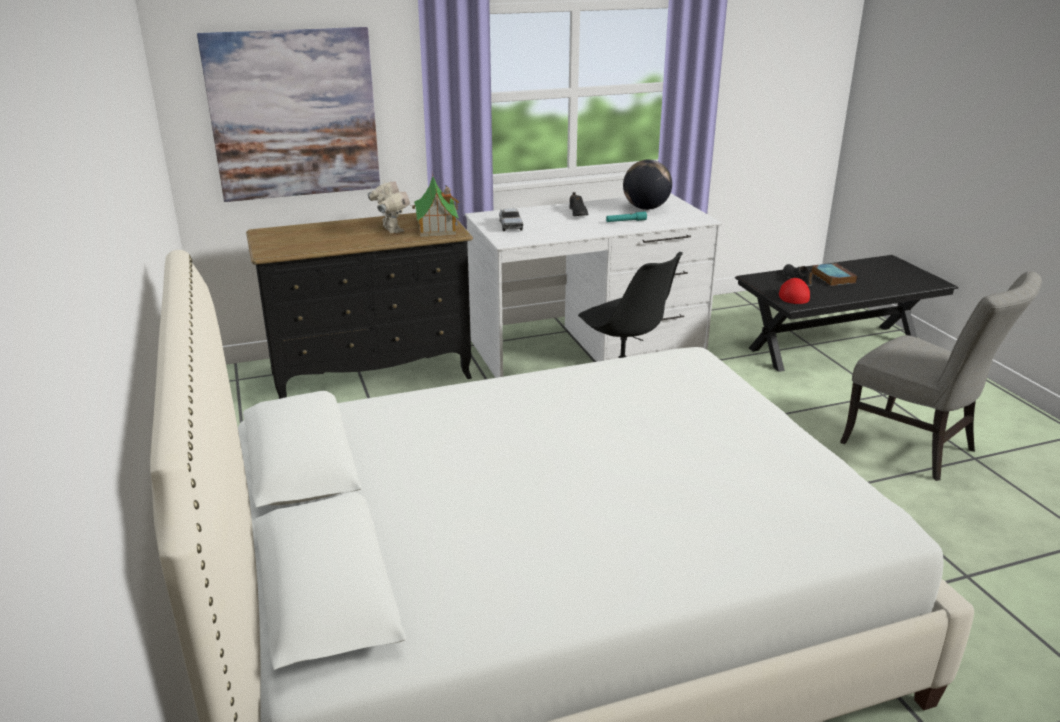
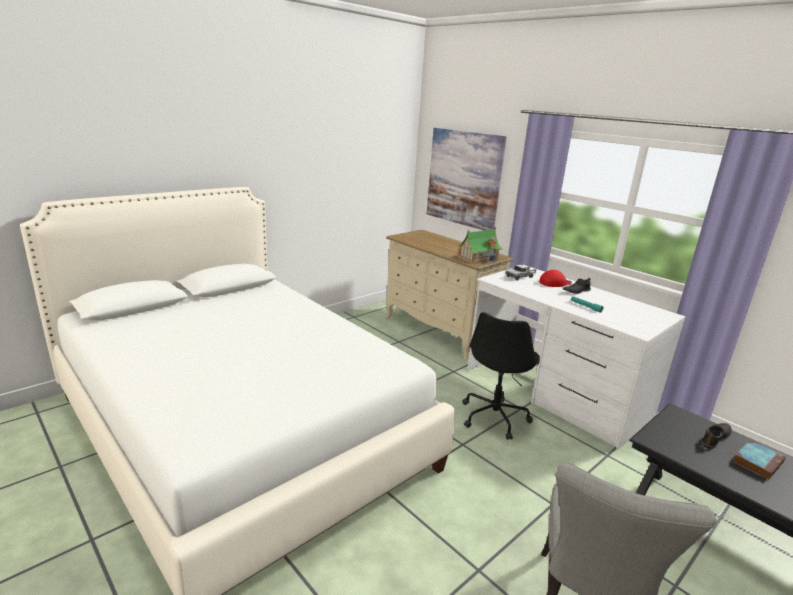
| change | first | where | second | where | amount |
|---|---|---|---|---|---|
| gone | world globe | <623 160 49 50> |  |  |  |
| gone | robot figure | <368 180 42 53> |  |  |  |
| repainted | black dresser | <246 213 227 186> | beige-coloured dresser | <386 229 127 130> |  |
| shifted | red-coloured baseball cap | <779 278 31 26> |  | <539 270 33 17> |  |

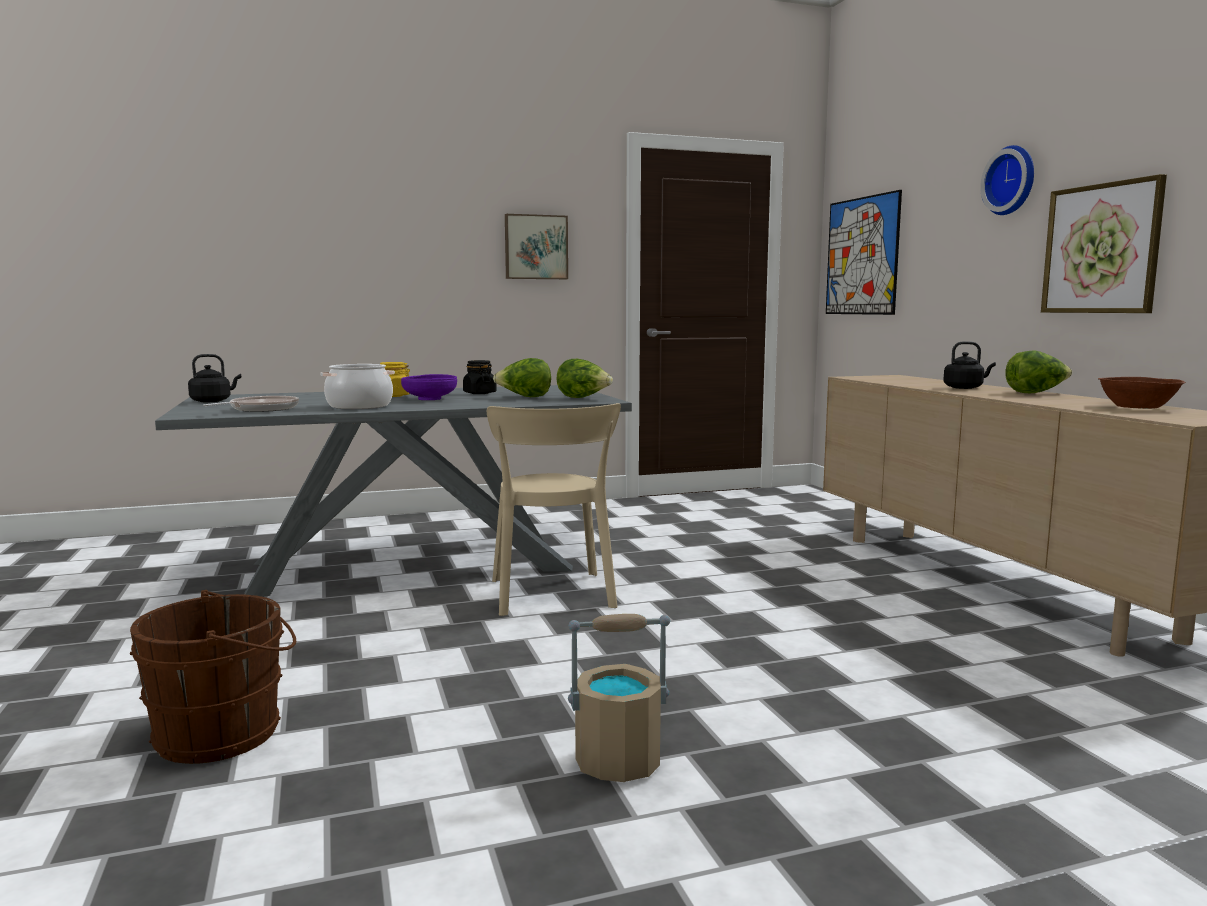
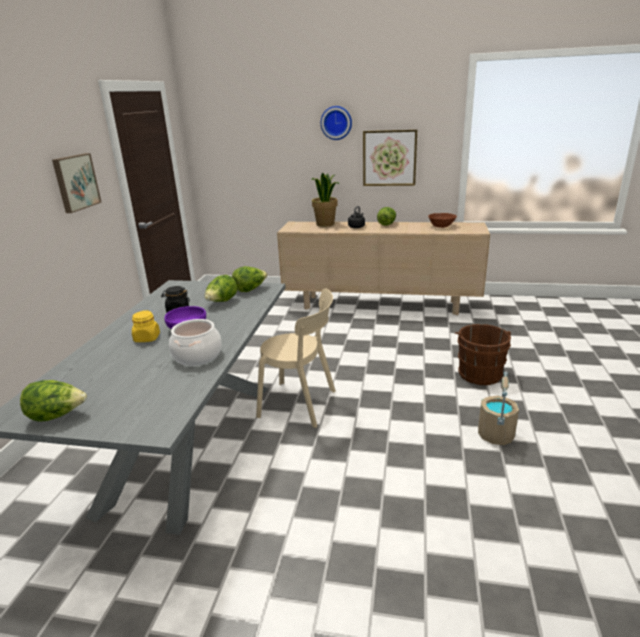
| change | first | where | second | where | amount |
|---|---|---|---|---|---|
| gone | wall picture | <826 190 76 125> |  |  |  |
| swapped | black kettle | <188 354 53 48> | head of lettuce | <20 380 67 42> |  |
| gone | skillet | <203 396 96 16> |  |  |  |
| shifted | brownish pail | <130 590 166 174> |  | <454 324 57 61> |  |
| new |  |  | plant in a pot | <311 172 28 55> |  |

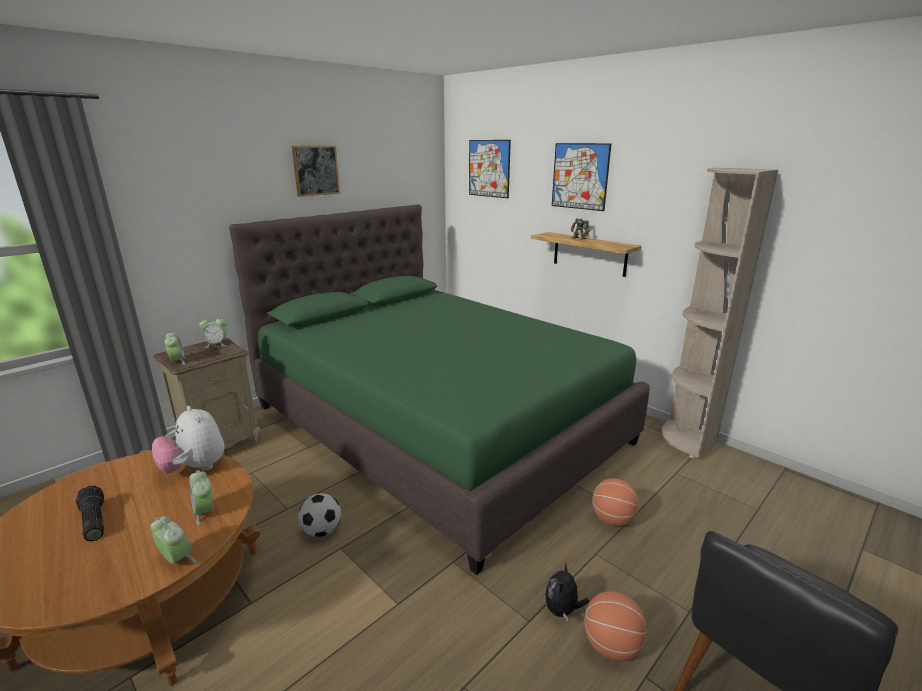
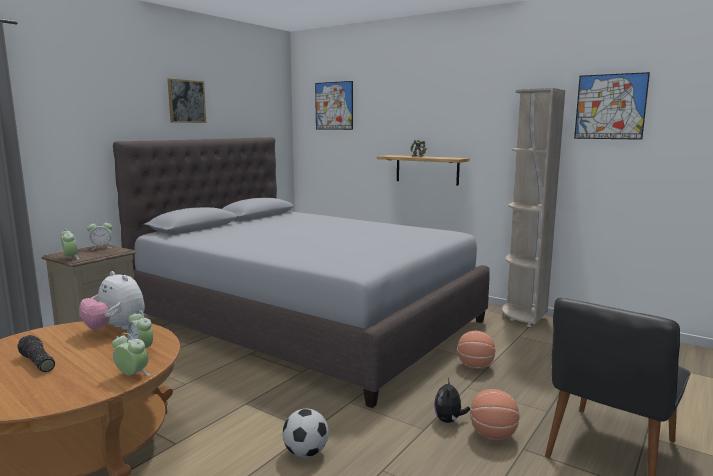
| change | first | where | second | where | amount |
|---|---|---|---|---|---|
| shifted | wall picture | <552 143 60 68> |  | <574 72 76 68> |  |
| repainted | green-coloured bedroom bed | <229 204 421 371> | grey bedroom bed | <113 137 377 271> |  |
| shifted | football ball | <298 493 43 44> |  | <282 409 47 49> |  |

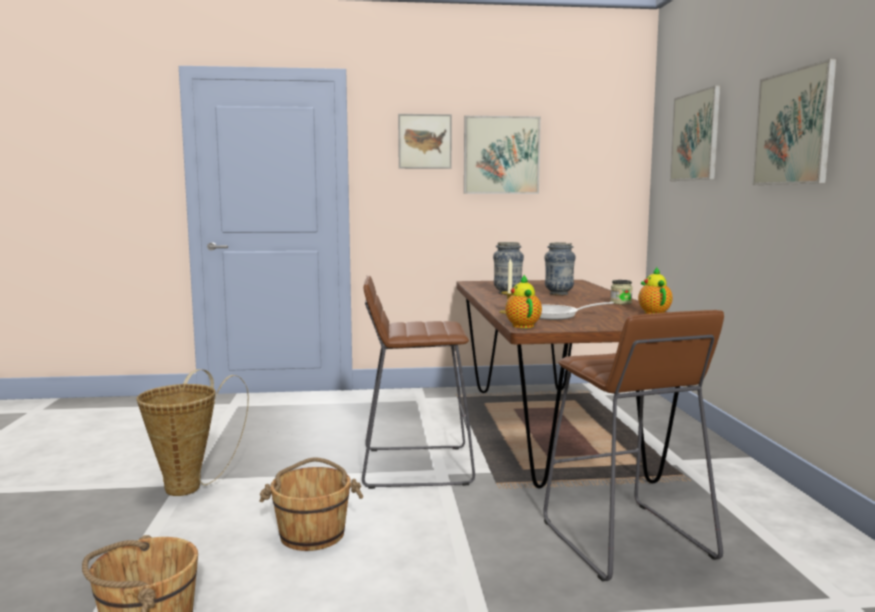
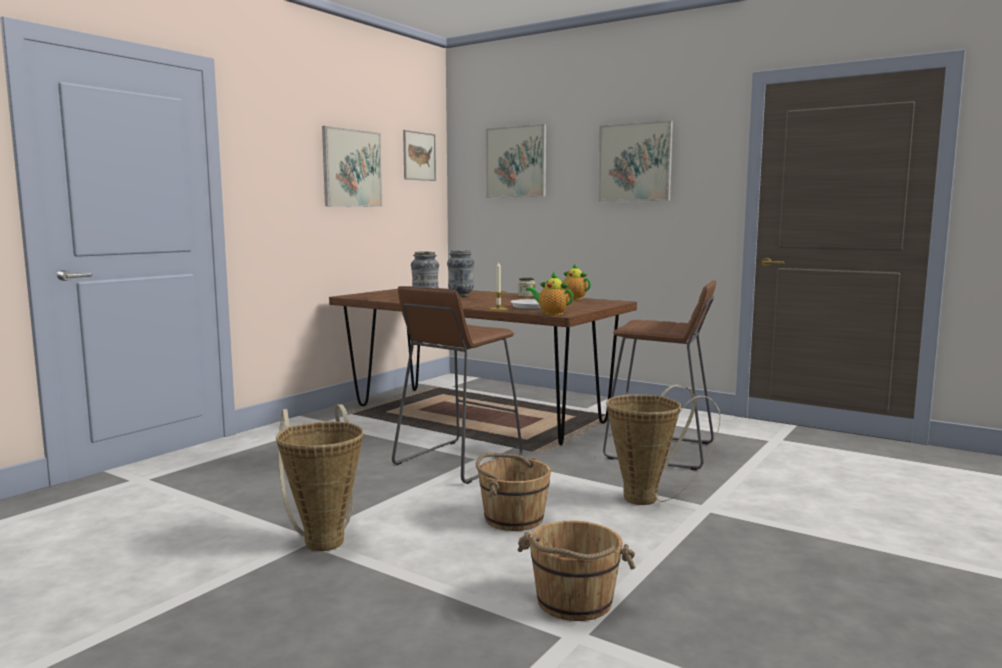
| change | first | where | second | where | amount |
|---|---|---|---|---|---|
| shifted | wall picture | <398 114 54 55> |  | <403 130 33 51> |  |
| new |  |  | basket | <606 384 115 121> |  |

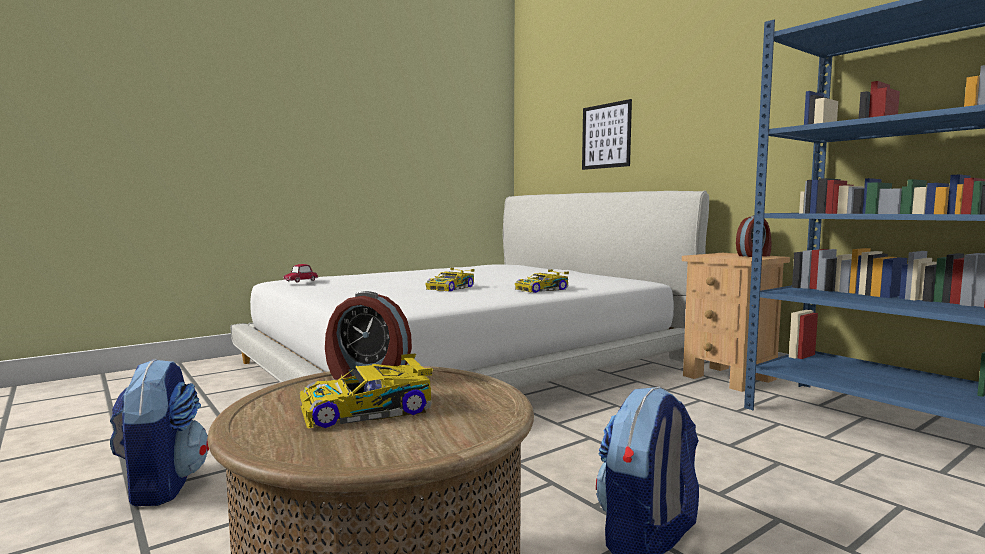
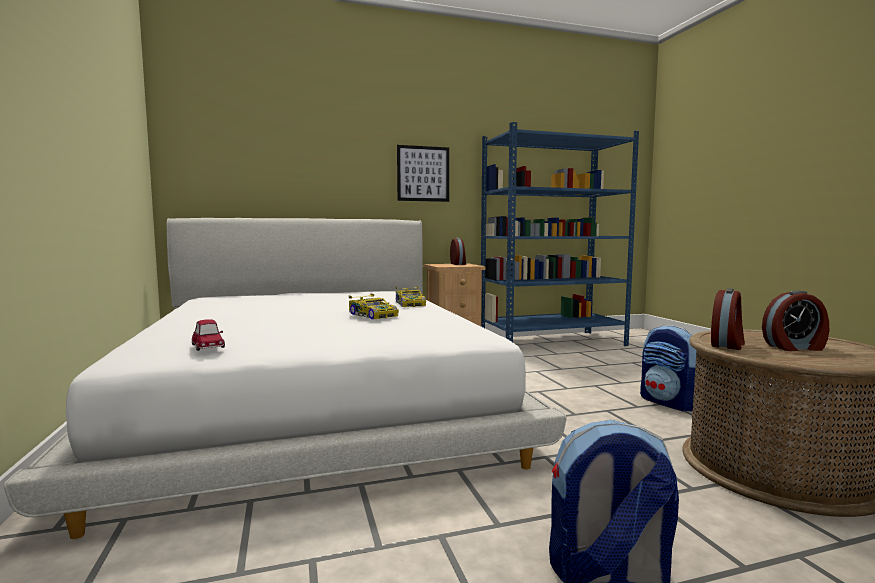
| change | first | where | second | where | amount |
|---|---|---|---|---|---|
| shifted | wall picture | <582 99 50 71> |  | <397 145 52 57> |  |
| swapped | model car | <300 354 133 75> | bedside clock | <762 290 68 61> |  |

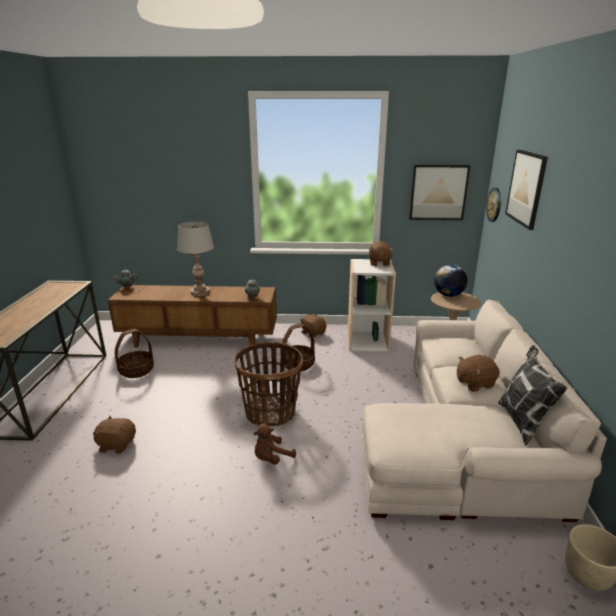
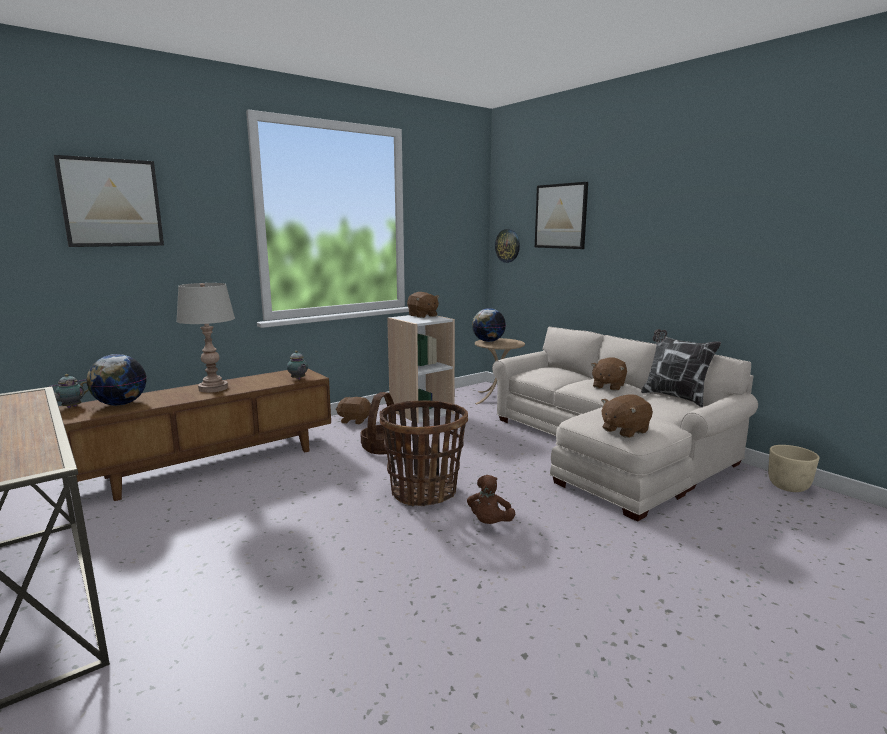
| change | first | where | second | where | amount |
|---|---|---|---|---|---|
| shifted | wall picture | <409 165 62 55> |  | <54 155 110 92> |  |
| gone | basket | <115 329 39 49> |  |  |  |
| shifted | brownish cuddly toy | <93 416 43 38> |  | <601 394 52 44> |  |
| new |  |  | world globe | <87 354 60 52> |  |

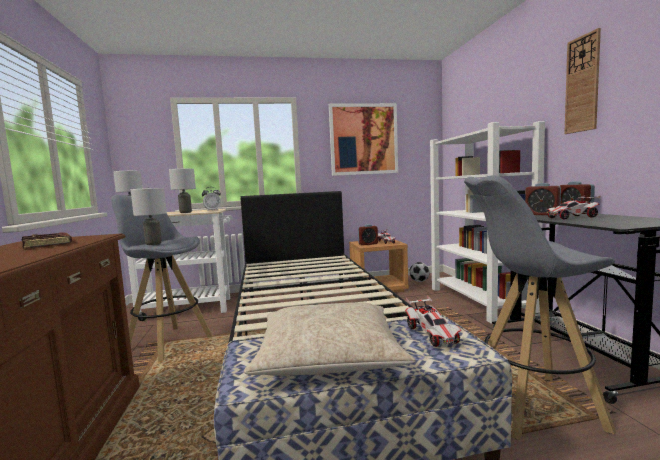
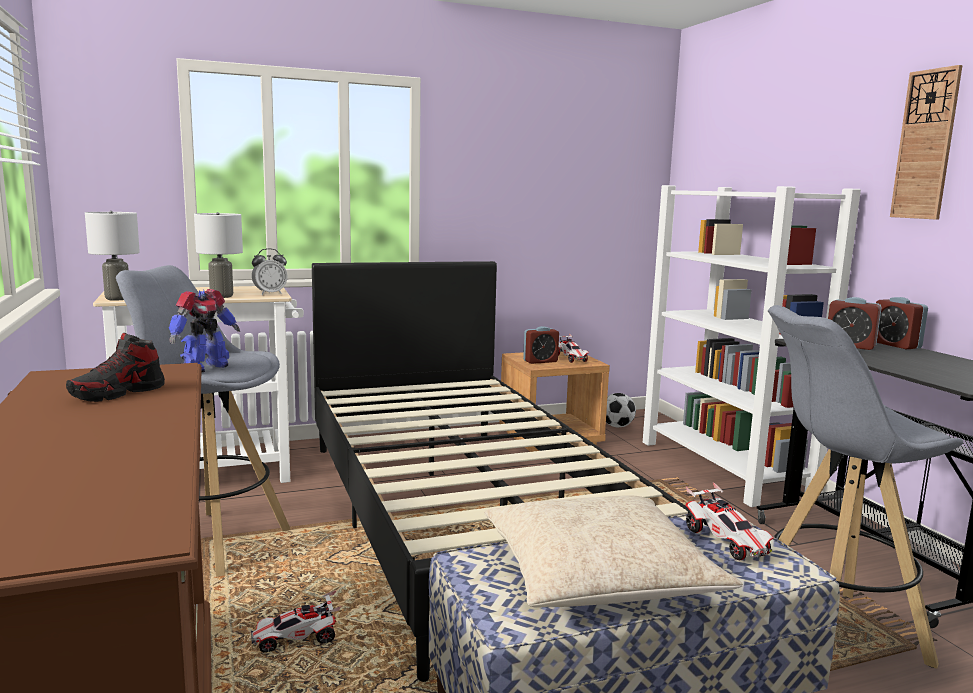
| change | first | where | second | where | amount |
|---|---|---|---|---|---|
| gone | wall picture | <329 103 69 73> |  |  |  |
| swapped | whitish table lamp | <131 187 36 58> | robot figure | <169 289 71 84> |  |
| shifted | model car | <547 195 53 25> |  | <251 591 90 61> |  |
| swapped | brownish volume | <22 232 50 16> | shoe | <66 333 99 69> |  |

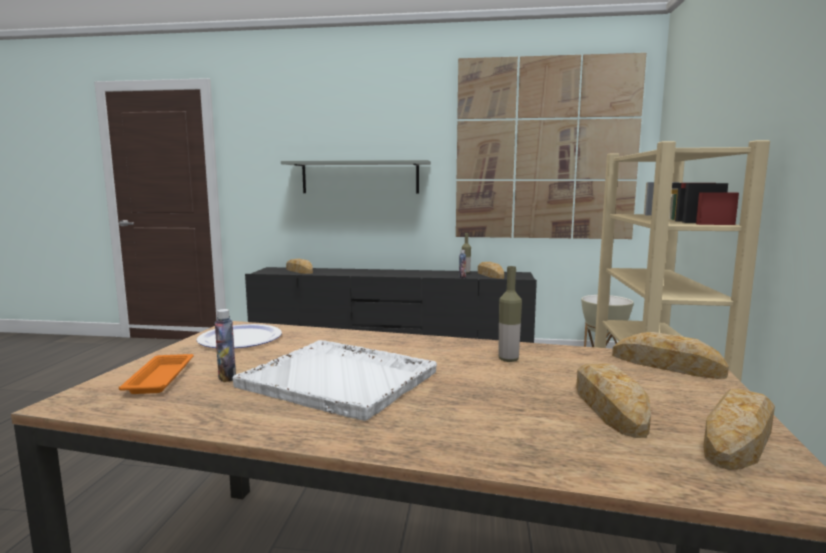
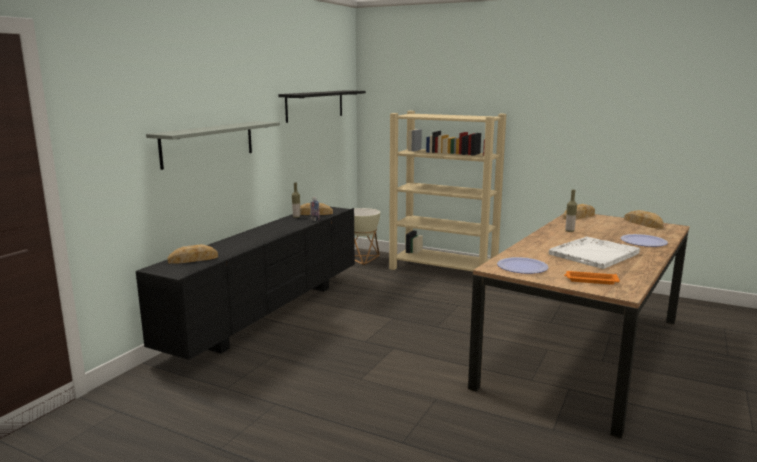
| change | first | where | second | where | amount |
|---|---|---|---|---|---|
| swapped | wall picture | <456 53 190 186> | black wall shelf | <278 90 88 33> |  |
| gone | beverage bottle | <215 309 21 73> |  |  |  |
| gone | bakery bread | <576 363 75 75> |  |  |  |
| new |  |  | dinner plate | <620 234 48 13> |  |

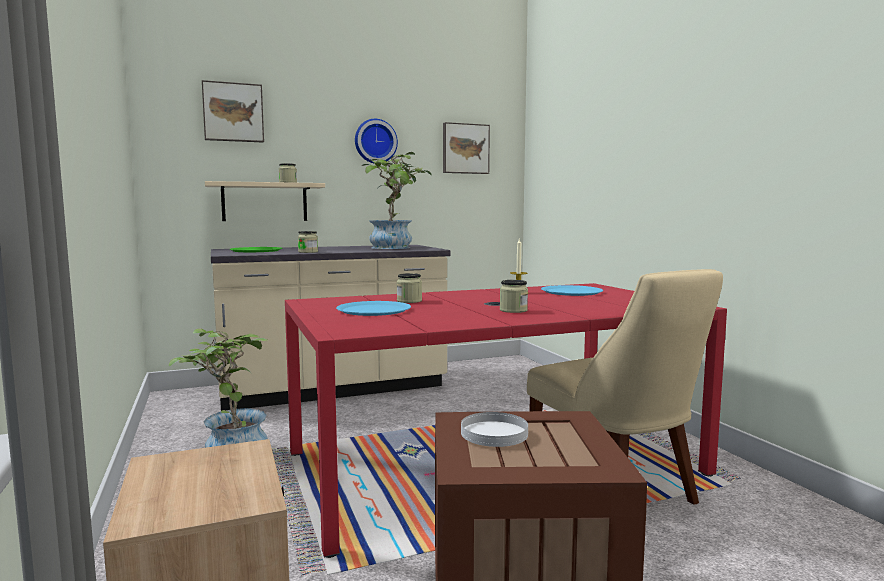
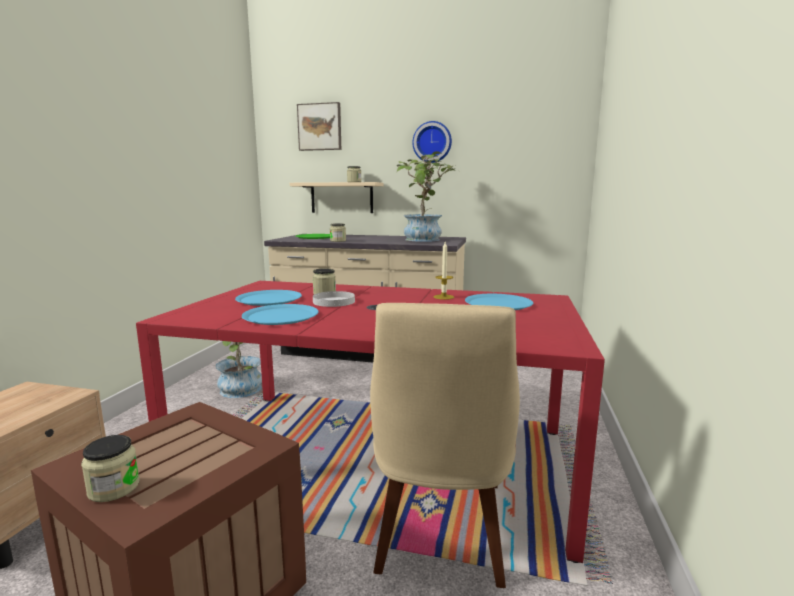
| change | first | where | second | where | amount |
|---|---|---|---|---|---|
| gone | wall picture | <443 122 47 52> |  |  |  |
| shifted | storage jar | <500 280 28 33> |  | <81 435 59 67> |  |
| shifted | whitish dinner plate | <461 412 67 35> |  | <313 291 42 16> |  |
| new |  |  | blue-coloured dinner plate | <242 304 77 21> |  |

